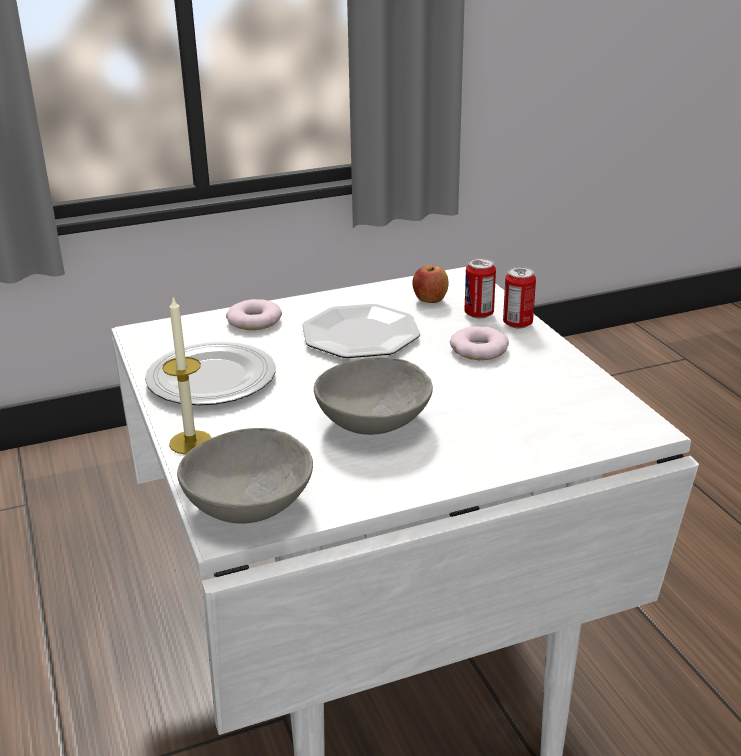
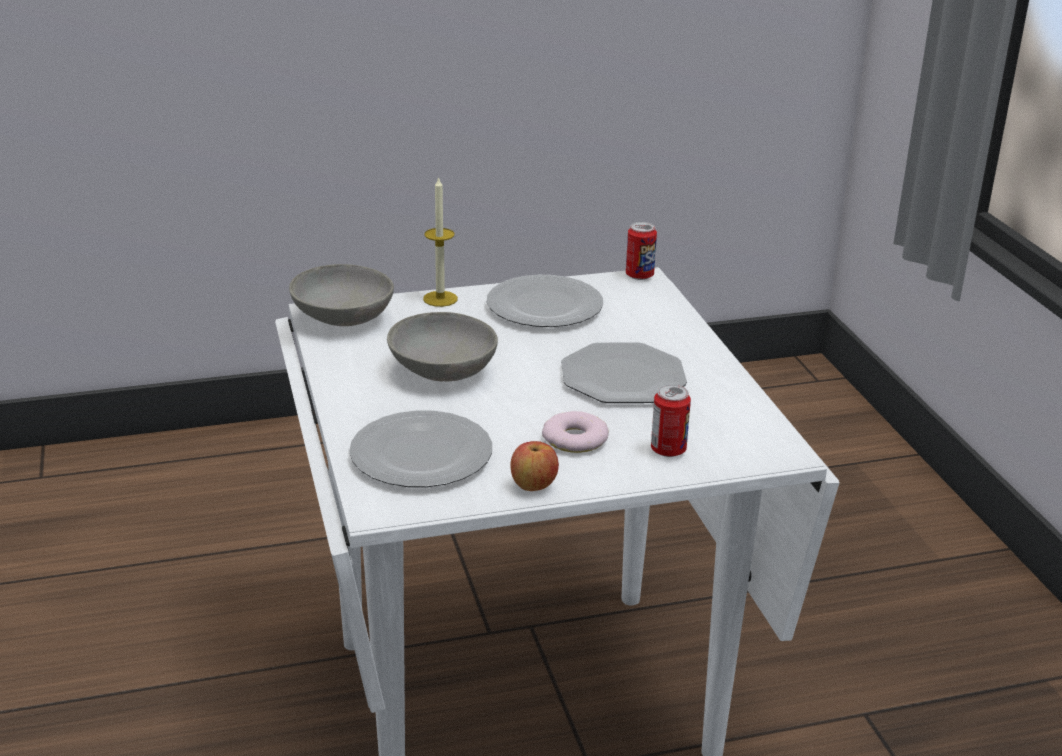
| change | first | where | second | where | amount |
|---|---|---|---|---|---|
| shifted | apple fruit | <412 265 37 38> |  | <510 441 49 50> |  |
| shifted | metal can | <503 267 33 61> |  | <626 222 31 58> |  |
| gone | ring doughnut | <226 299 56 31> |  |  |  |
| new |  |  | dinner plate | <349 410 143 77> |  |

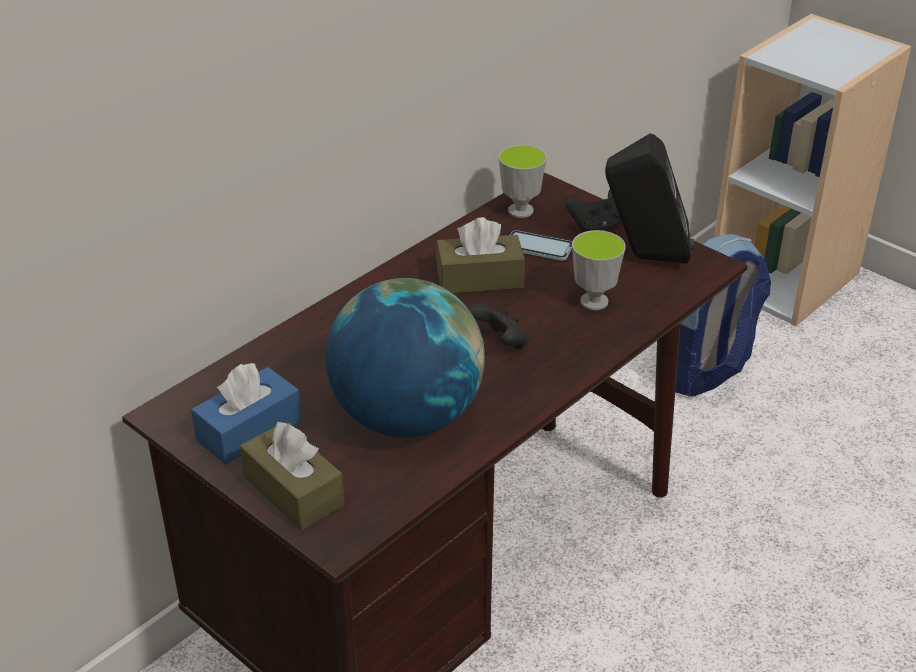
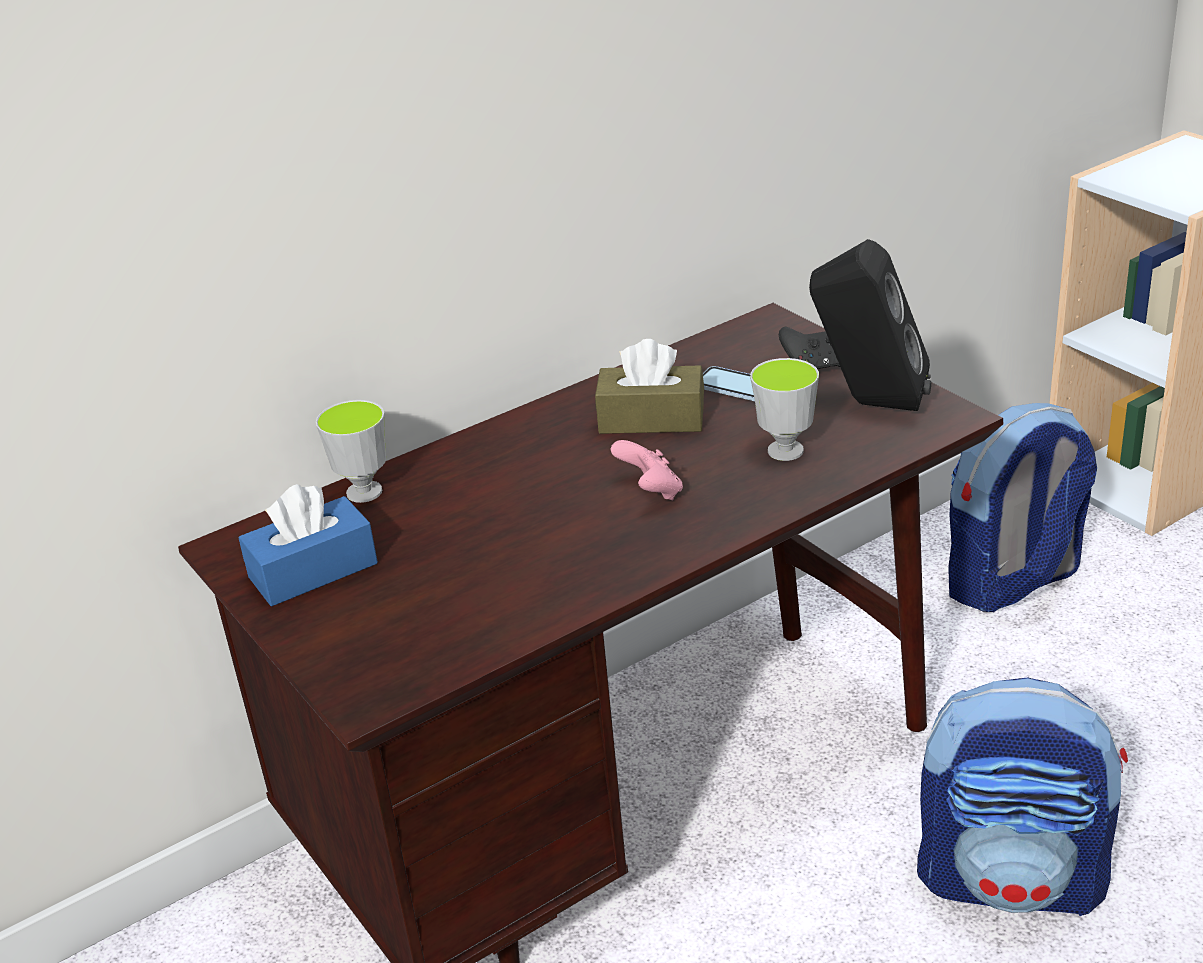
| change | first | where | second | where | amount |
|---|---|---|---|---|---|
| shifted | small cup | <499 145 48 73> |  | <316 400 70 103> |  |
| gone | world globe | <325 278 160 159> |  |  |  |
| repainted | black joypad | <469 303 60 47> | pink joypad | <611 440 72 60> |  |
| gone | brownish tissue holder | <240 422 105 108> |  |  |  |
| new |  |  | rucksack | <917 677 211 239> |  |

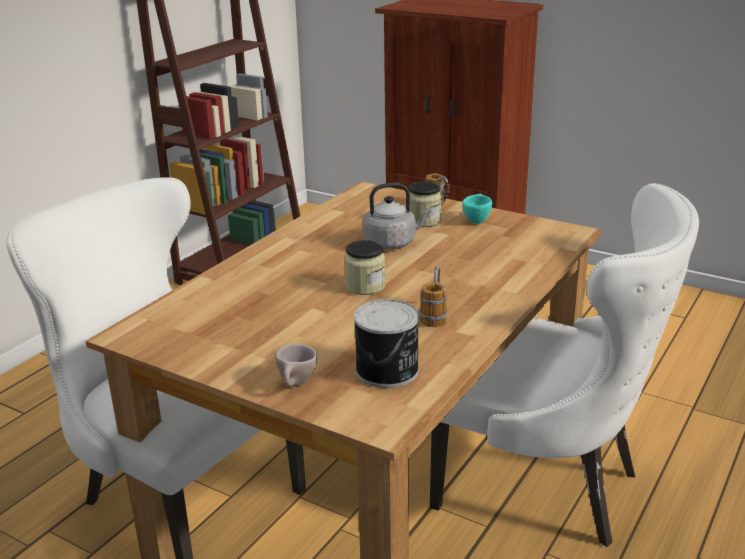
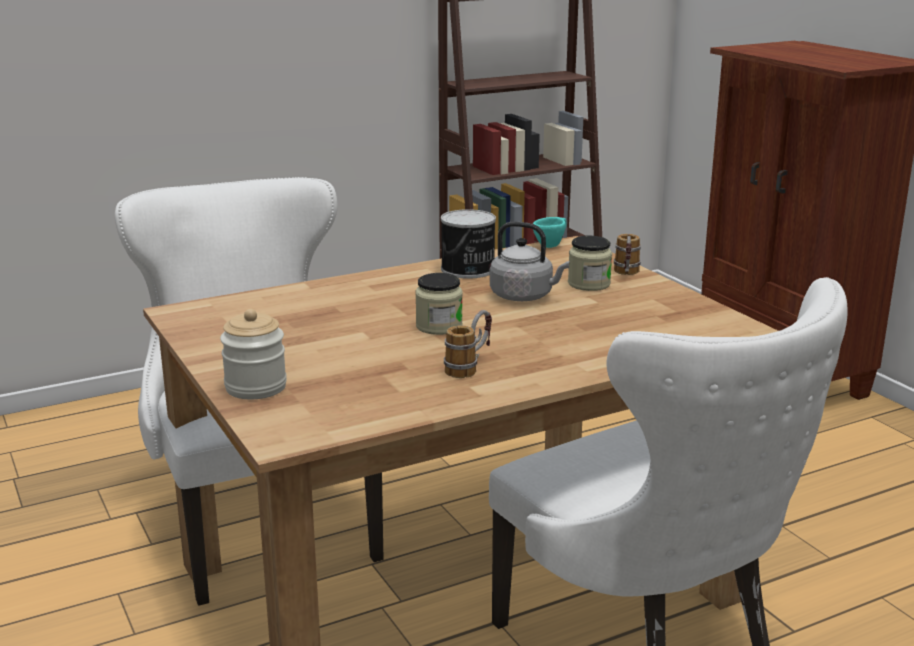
| change | first | where | second | where | amount |
|---|---|---|---|---|---|
| shifted | blue-green small cup | <462 194 30 30> |  | <533 217 34 31> |  |
| shifted | metal can | <354 299 65 89> |  | <441 209 55 70> |  |
| swapped | beige-coloured small cup | <275 344 42 43> | storage jar | <220 309 67 90> |  |

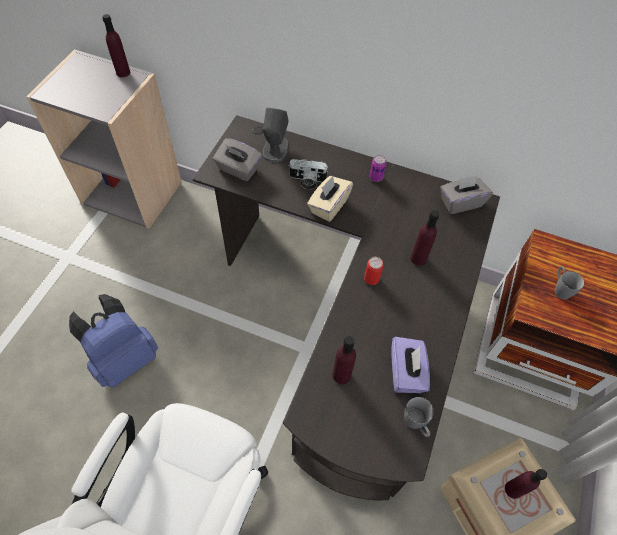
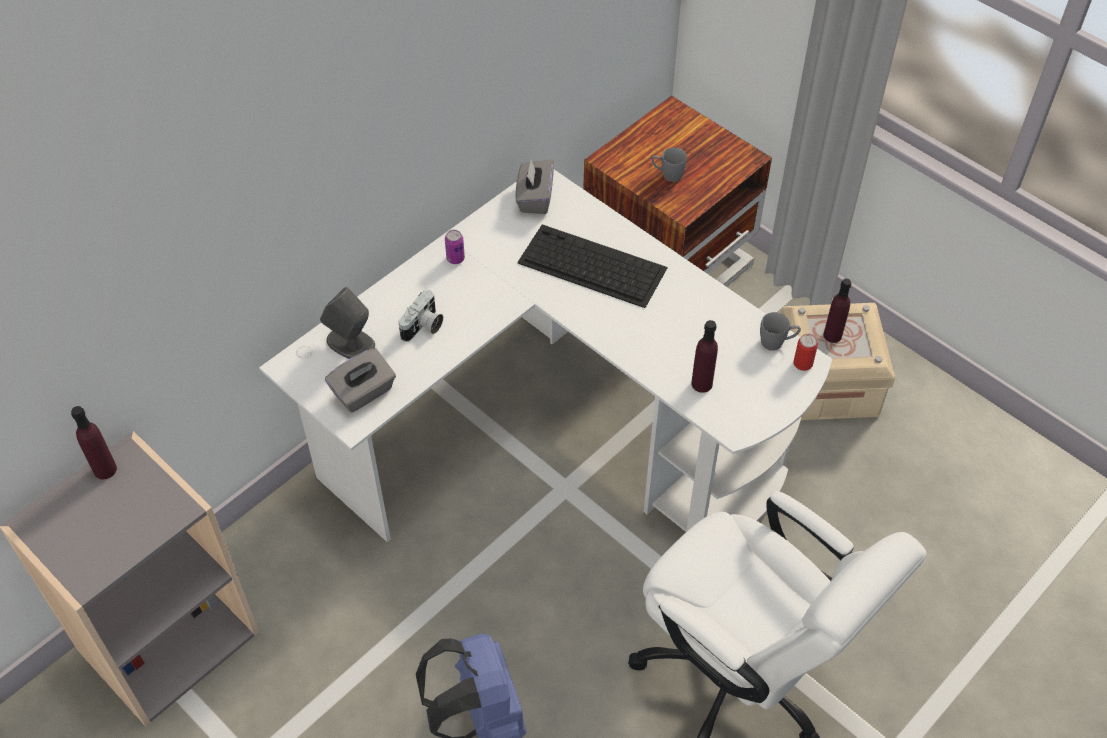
| change | first | where | second | where | amount |
|---|---|---|---|---|---|
| repainted | black desk | <193 115 307 385> | whitish desk | <259 170 573 372> |  |
| gone | beige-coloured tissue holder | <307 176 46 46> |  |  |  |
| swapped | purple-coloured beverage bottle | <410 210 30 56> | PC keyboard | <517 224 151 84> |  |
| shifted | metal can | <364 257 19 28> |  | <793 334 25 37> |  |
| gone | purple-coloured tissue holder | <391 337 39 56> |  |  |  |

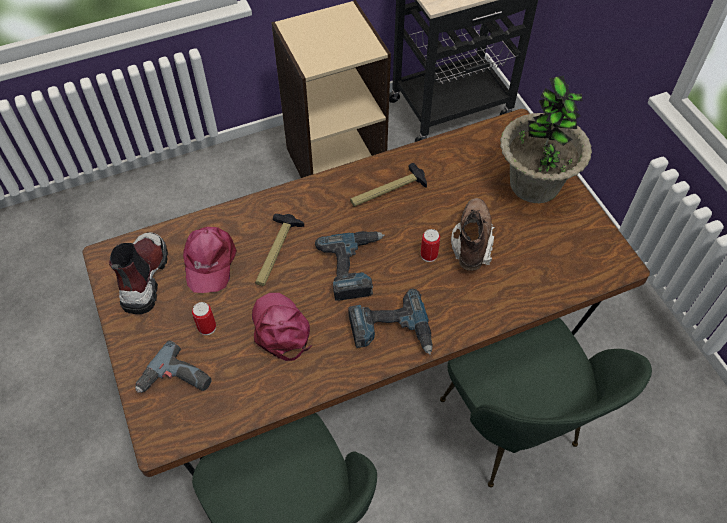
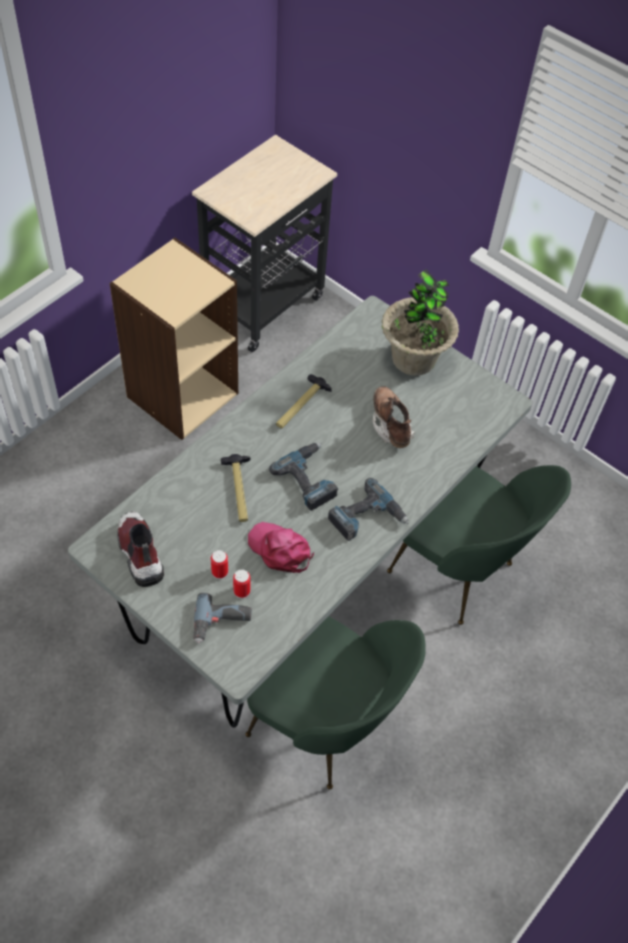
| change | first | where | second | where | amount |
|---|---|---|---|---|---|
| repainted | brownish dining table | <83 109 567 368> | grey dining table | <68 296 464 432> |  |
| gone | pink baseball cap | <183 227 54 66> |  |  |  |
| shifted | metal can | <421 229 19 33> |  | <233 569 17 30> |  |

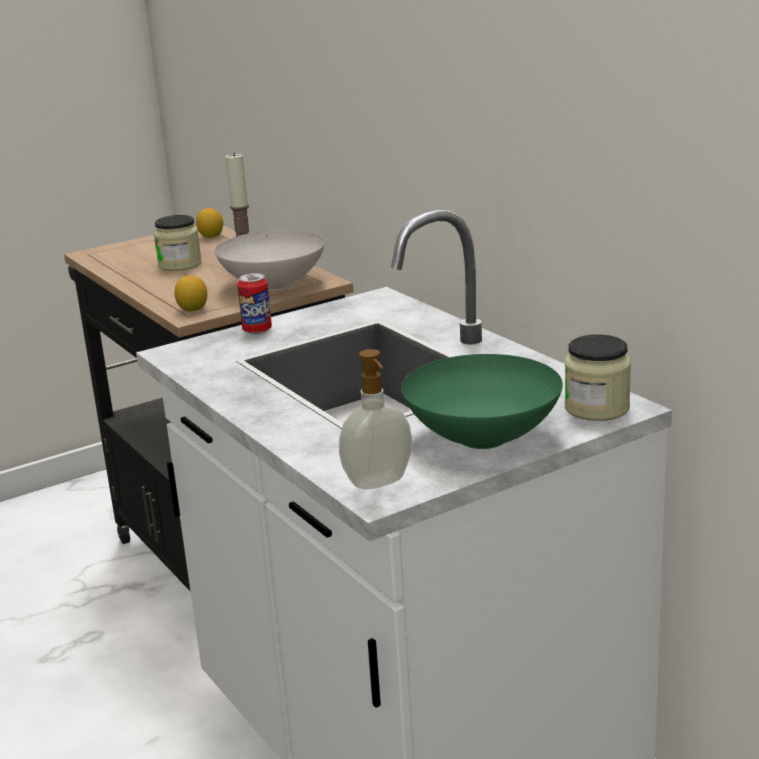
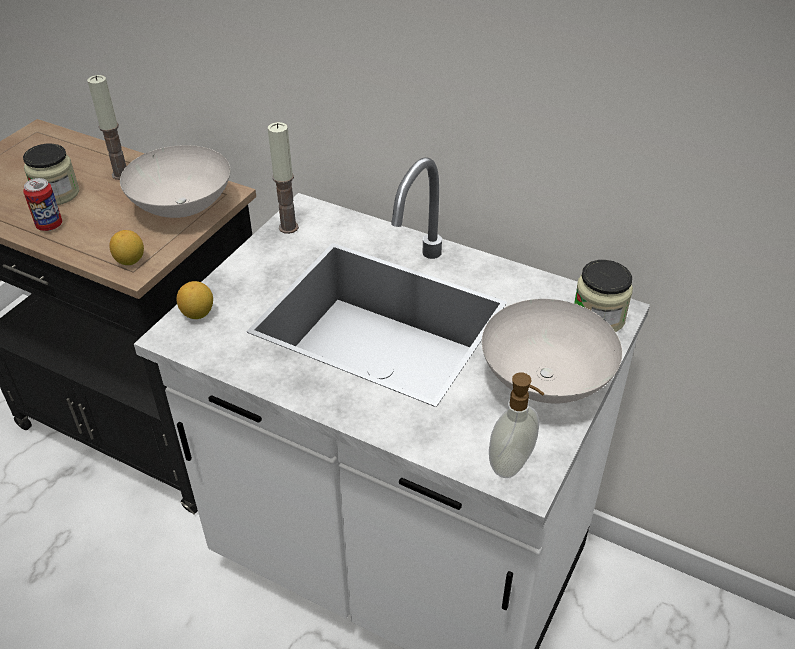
| change | first | where | second | where | amount |
|---|---|---|---|---|---|
| shifted | lemon | <196 208 27 30> |  | <176 281 37 38> |  |
| shifted | metal can | <237 273 35 61> |  | <23 178 39 53> |  |
| repainted | green-coloured bowl | <401 354 162 95> | whitish bowl | <482 299 140 104> |  |
| new |  |  | candle | <268 122 31 112> |  |

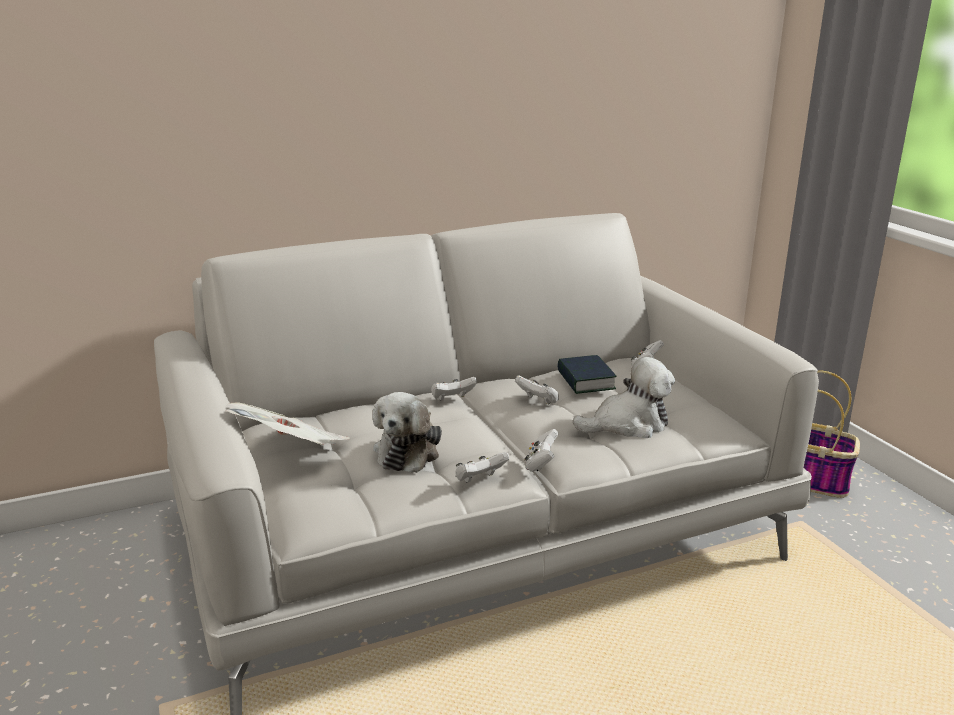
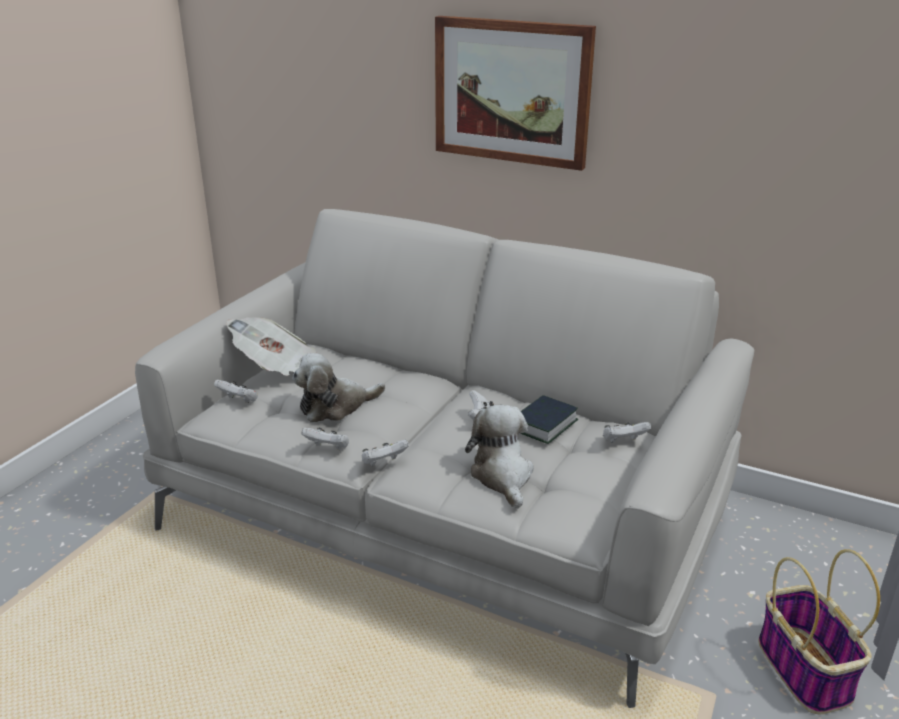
| change | first | where | second | where | amount |
|---|---|---|---|---|---|
| rotated | cuddly toy | <573 357 102 81> |  | <465 405 69 104> | 135 degrees counterclockwise |
| shifted | whitish joypad | <431 377 46 23> |  | <214 380 44 23> |  |
| new |  |  | wall picture | <435 16 161 155> |  |

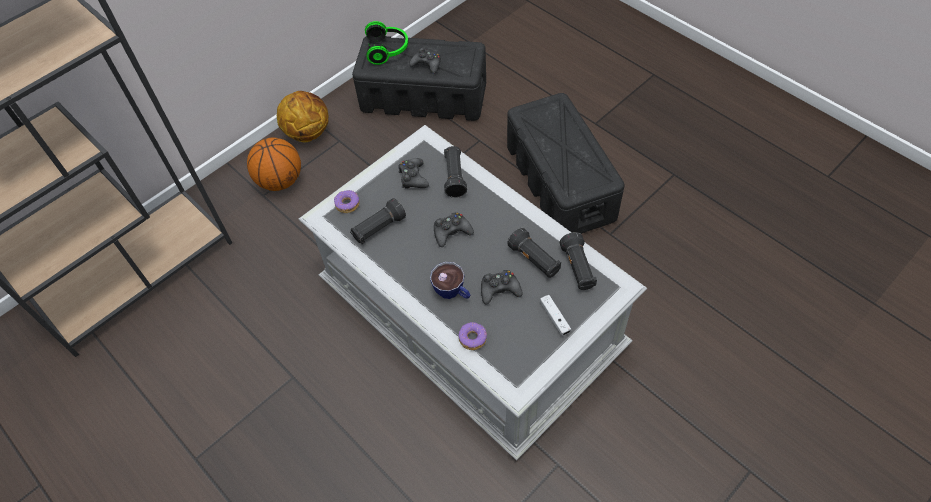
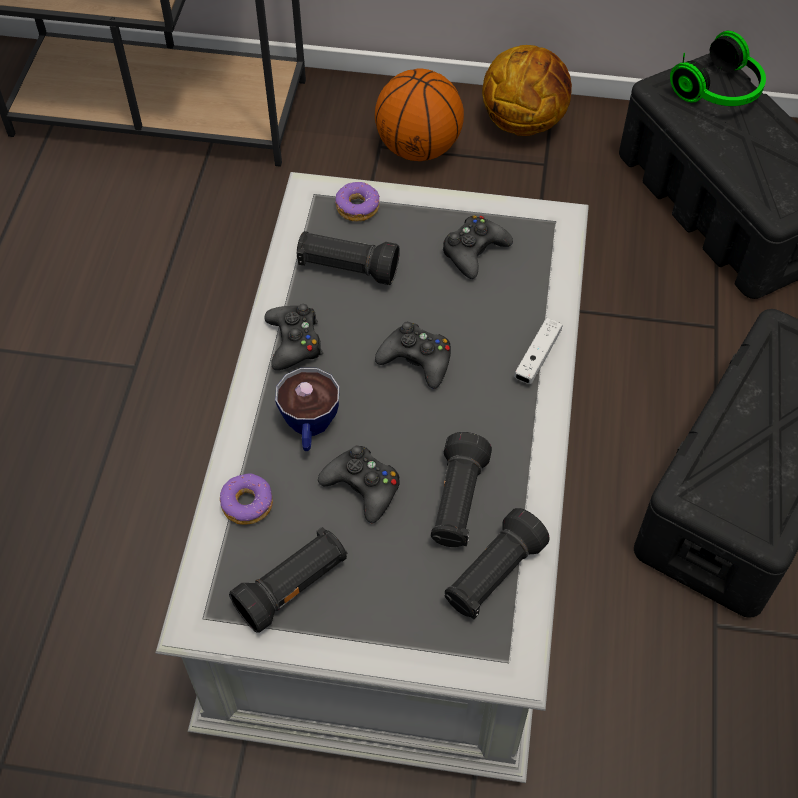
| change | first | where | second | where | amount |
|---|---|---|---|---|---|
| shifted | black joypad | <409 48 32 26> |  | <264 304 59 66> |  |
| shifted | black hand torch | <444 146 23 52> |  | <229 527 119 105> |  |
| shifted | whitish joypad | <540 295 31 41> |  | <514 318 49 66> |  |

